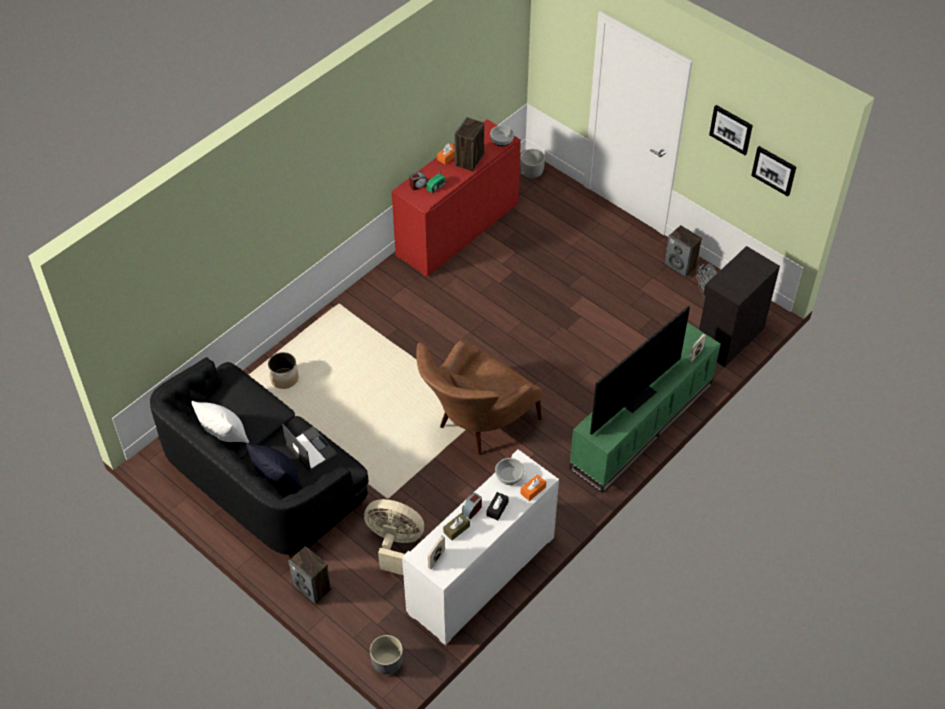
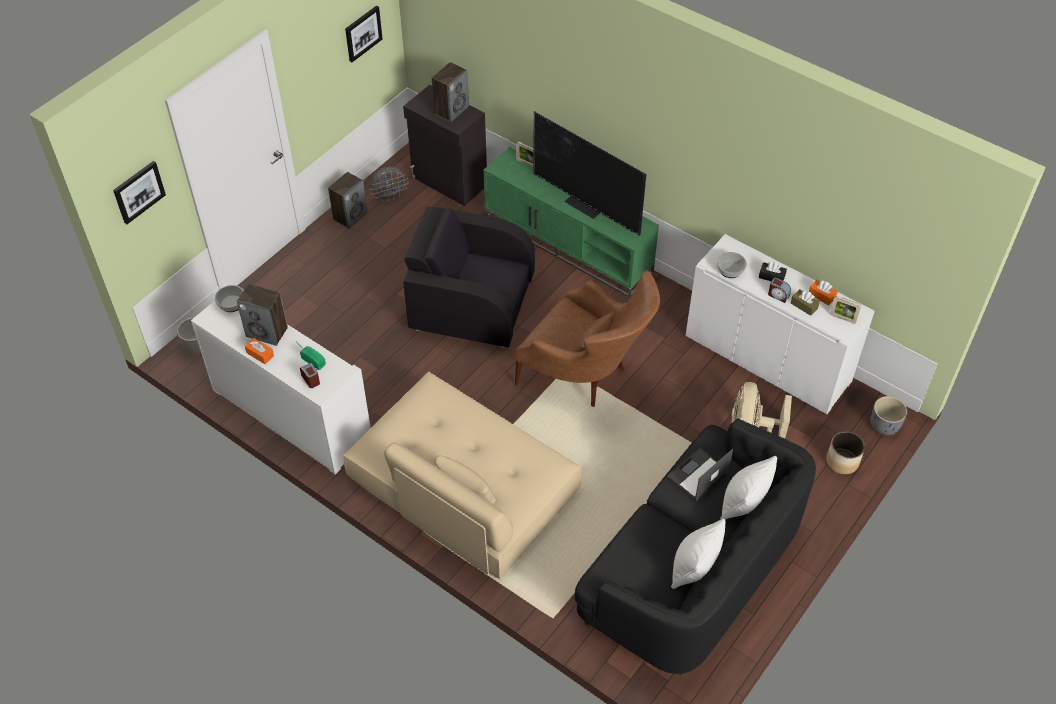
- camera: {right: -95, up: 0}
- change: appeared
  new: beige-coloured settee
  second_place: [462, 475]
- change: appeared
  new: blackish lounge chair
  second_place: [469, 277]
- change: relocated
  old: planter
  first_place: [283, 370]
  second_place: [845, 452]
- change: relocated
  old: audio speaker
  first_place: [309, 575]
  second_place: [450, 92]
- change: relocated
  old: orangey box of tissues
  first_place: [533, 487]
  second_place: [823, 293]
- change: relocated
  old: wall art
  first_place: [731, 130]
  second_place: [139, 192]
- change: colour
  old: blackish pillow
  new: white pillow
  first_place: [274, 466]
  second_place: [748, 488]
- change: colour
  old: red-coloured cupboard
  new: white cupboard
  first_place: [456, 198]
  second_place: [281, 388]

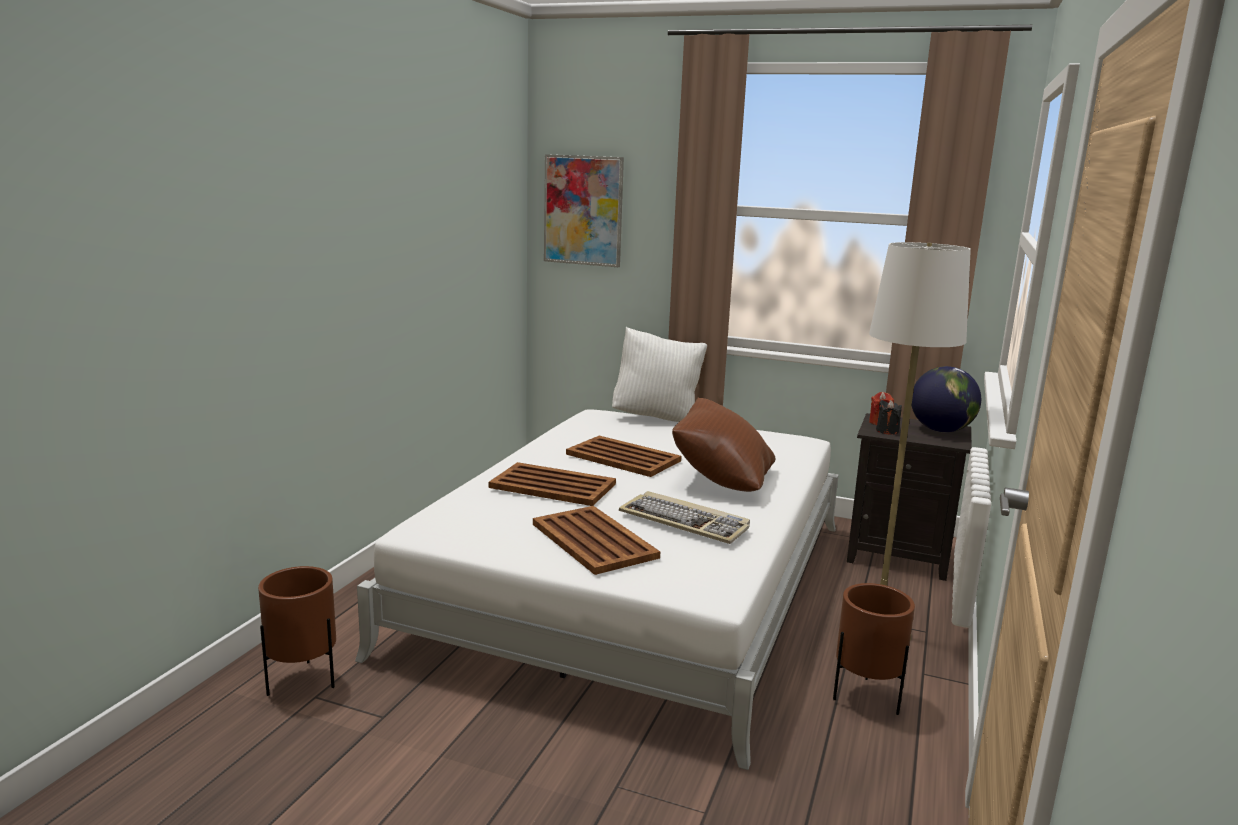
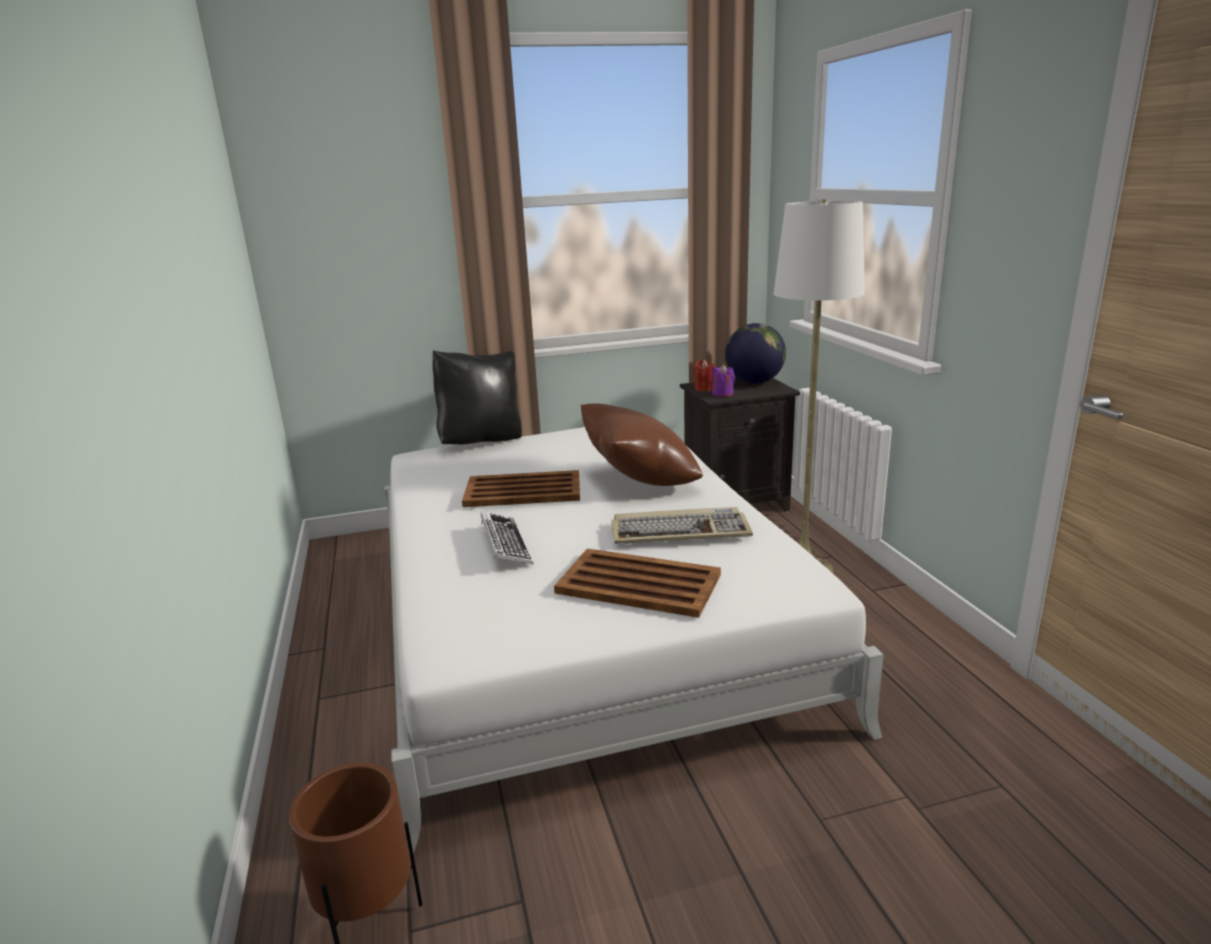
- camera: {right: -35, up: 5}
- change: missing
  old: wall art
  first_place: [584, 210]
- change: missing
  old: brown-coloured planter
  first_place: [874, 649]
- change: exchanged
  old: brown-coloured tray
  new: PC keyboard
  first_place: [552, 484]
  second_place: [507, 538]
- change: colour
  old: white pillow
  new: blackish pillow
  first_place: [659, 374]
  second_place: [477, 397]
- change: colour
  old: blackish wax candle
  new: purple wax candle
  first_place: [889, 417]
  second_place: [723, 380]

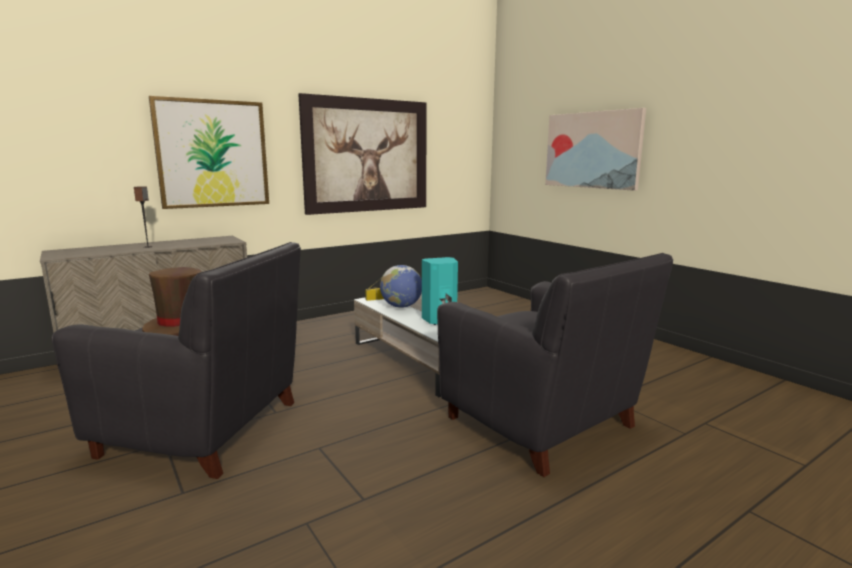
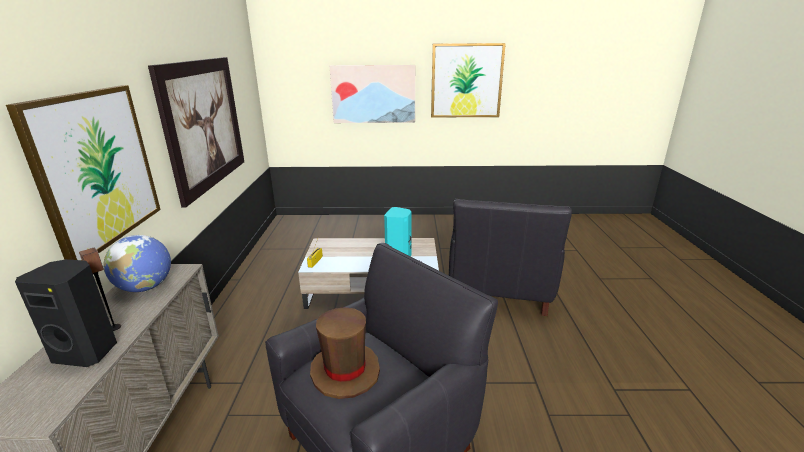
- camera: {right: -55, up: 10}
- change: appeared
  new: blackish audio speaker
  second_place: [66, 313]
- change: appeared
  new: wall art
  second_place: [468, 80]
- change: relocated
  old: globe
  first_place: [401, 286]
  second_place: [137, 263]
- change: spun
  old: blackish lounge chair
  first_place: [555, 365]
  second_place: [510, 257]
  degrees: 105

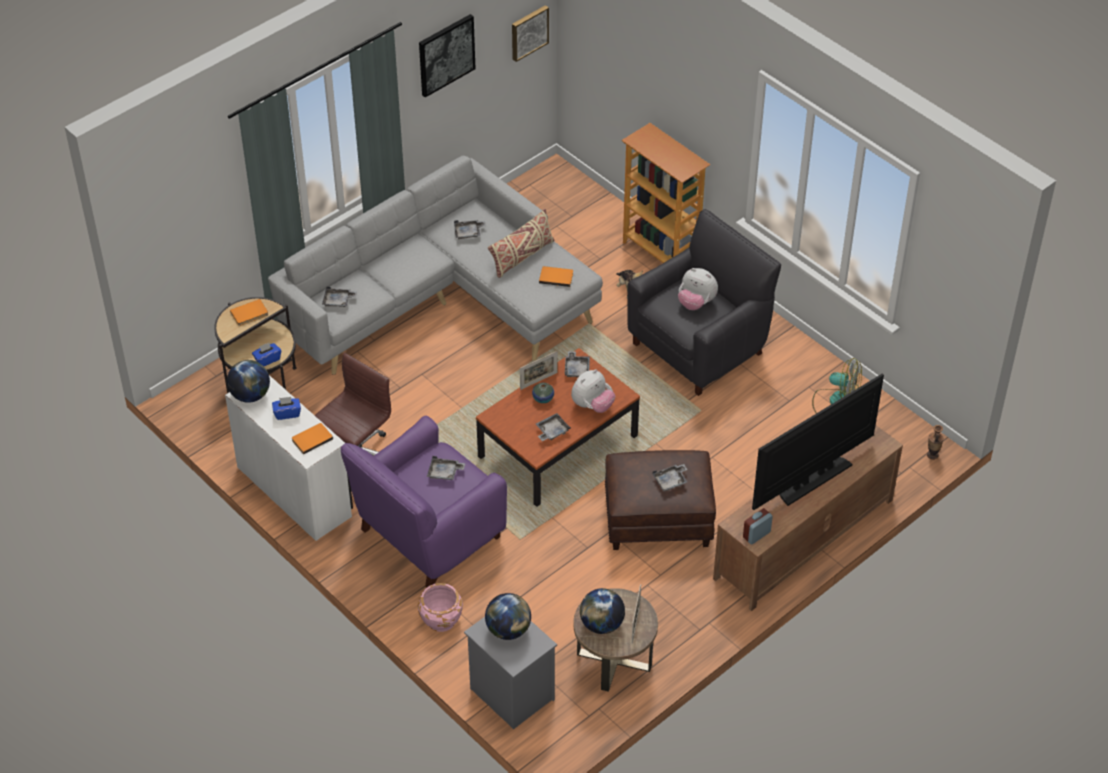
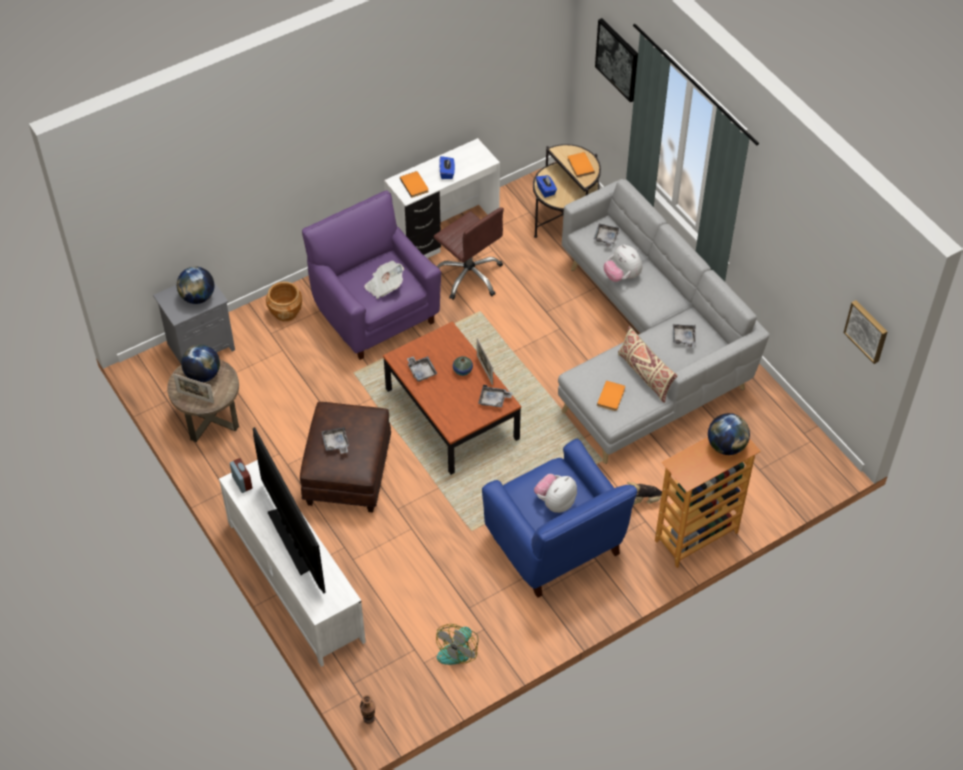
- camera: {right: 100, up: 5}
- change: relocated
  old: globe
  first_place: [248, 381]
  second_place: [729, 434]
- change: relocated
  old: wall art
  first_place: [447, 56]
  second_place: [616, 60]
- change: relocated
  old: plush toy
  first_place: [593, 391]
  second_place: [623, 263]
- change: exchanged
  old: gray tray
  new: daily paper
  first_place: [446, 468]
  second_place: [384, 280]
- change: colour
  old: pinkish planter
  new: brown-coloured planter
  first_place: [440, 607]
  second_place: [284, 302]
- change: colour
  old: blackish lounge chair
  new: blue lounge chair
  first_place: [704, 302]
  second_place: [559, 518]
- change: colour
  old: brown-coloured media console
  new: white media console
  first_place: [808, 518]
  second_place: [292, 563]

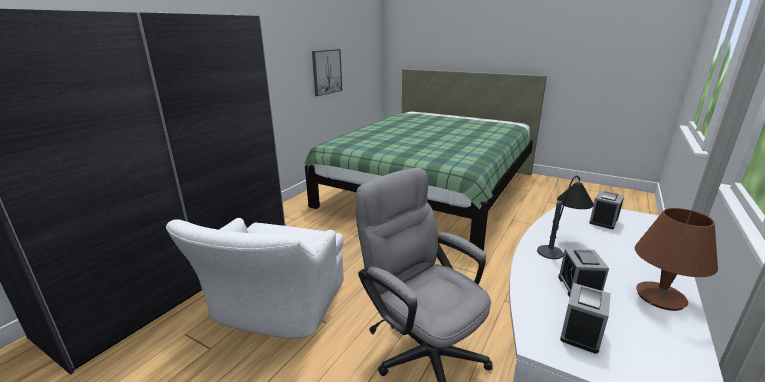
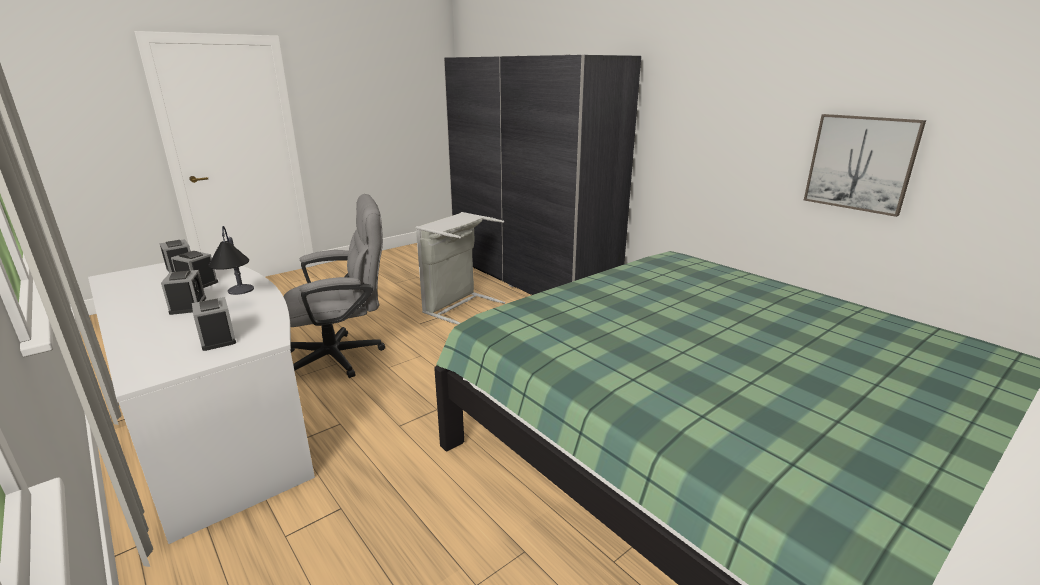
- camera: {right: 110, up: 0}
- change: missing
  old: brown-coloured lamp for a table
  first_place: [676, 259]
- change: appeared
  new: bedside clock
  second_place: [183, 292]
- change: exchanged
  old: white lounge chair
  new: gray washing basket
  first_place: [255, 278]
  second_place: [460, 268]

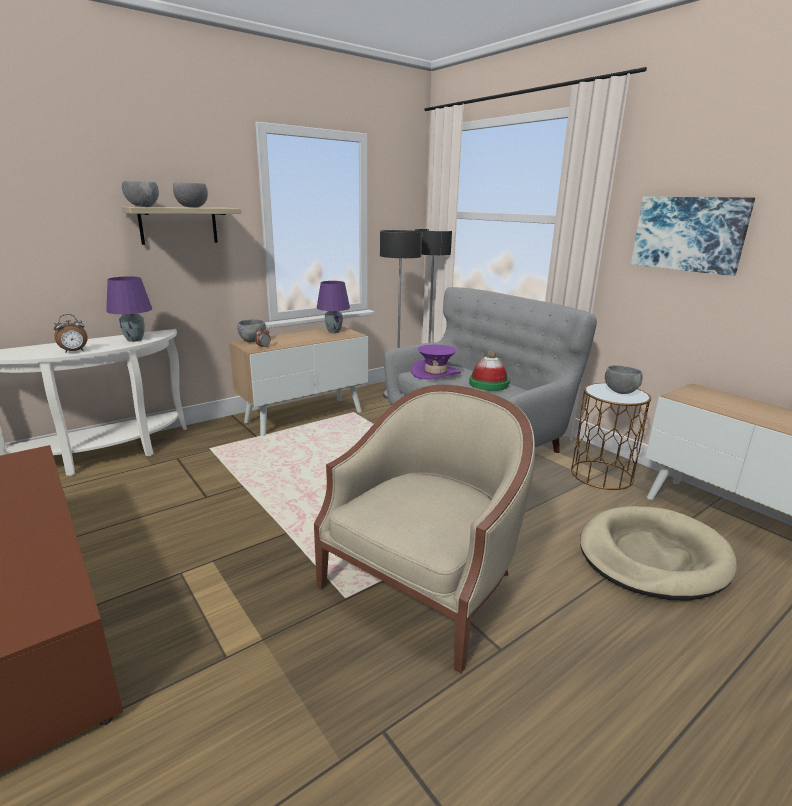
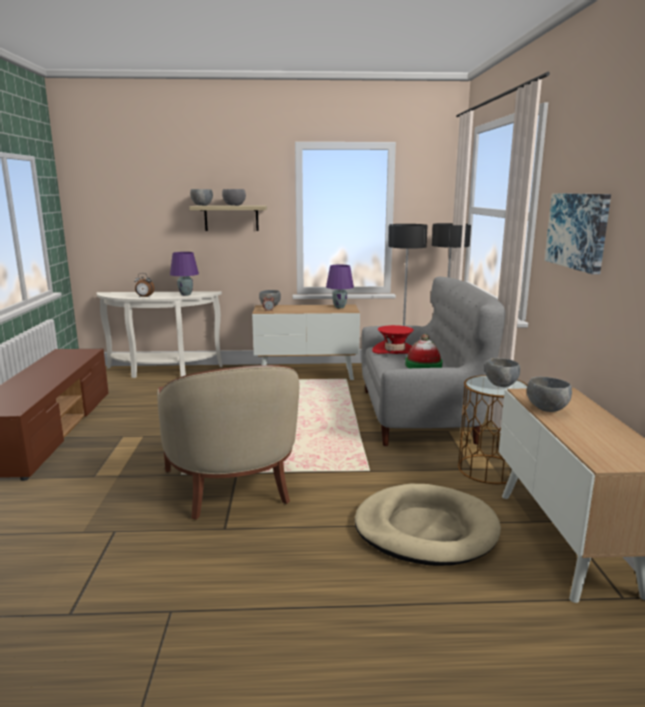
- camera: {right: 35, up: -5}
- change: appeared
  new: gray deep dish
  second_place: [549, 394]
- change: colour
  old: purple clothing hat
  new: red-coloured clothing hat
  first_place: [436, 362]
  second_place: [393, 339]
- change: spun
  old: beige-coloured lounge chair
  first_place: [424, 529]
  second_place: [228, 442]
  degrees: 90

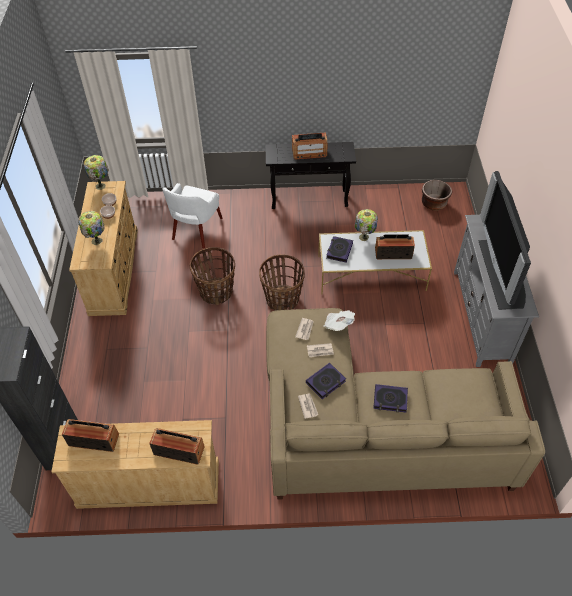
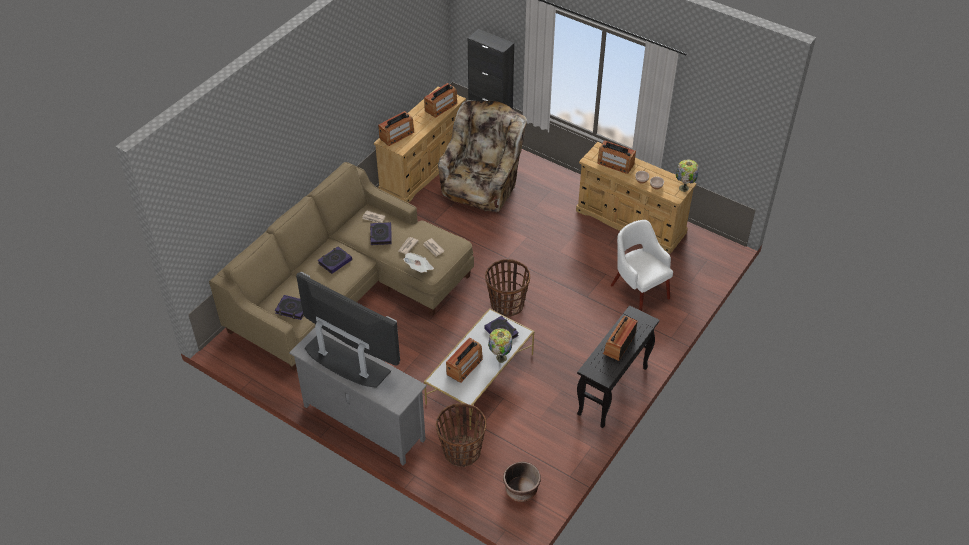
- camera: {right: 125, up: -5}
- change: appeared
  new: bound book
  second_place: [289, 307]
- change: appeared
  new: beige-coloured lounge chair
  second_place: [482, 156]
- change: relocated
  old: basket
  first_place: [212, 276]
  second_place: [461, 435]
- change: exchanged
  old: lamp for a table
  new: radio
  first_place: [91, 228]
  second_place: [616, 157]

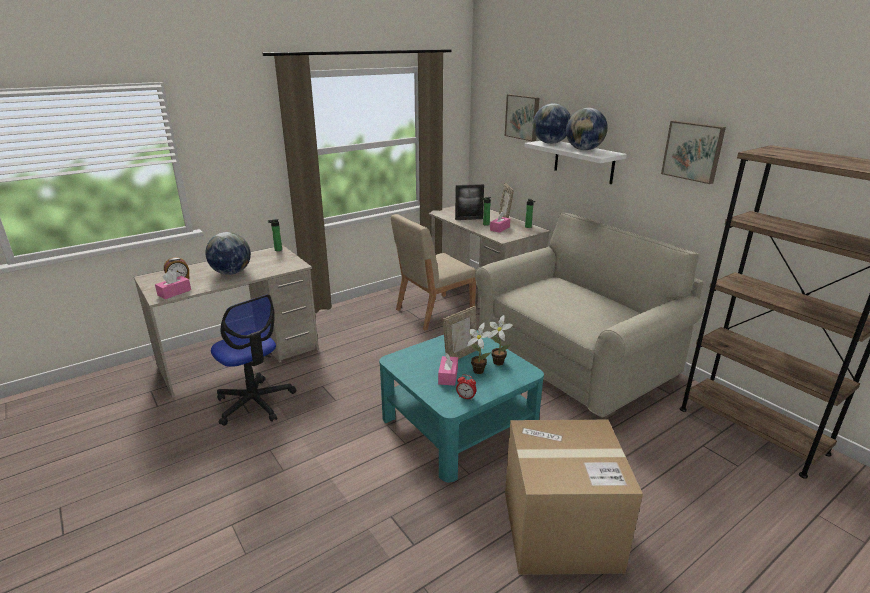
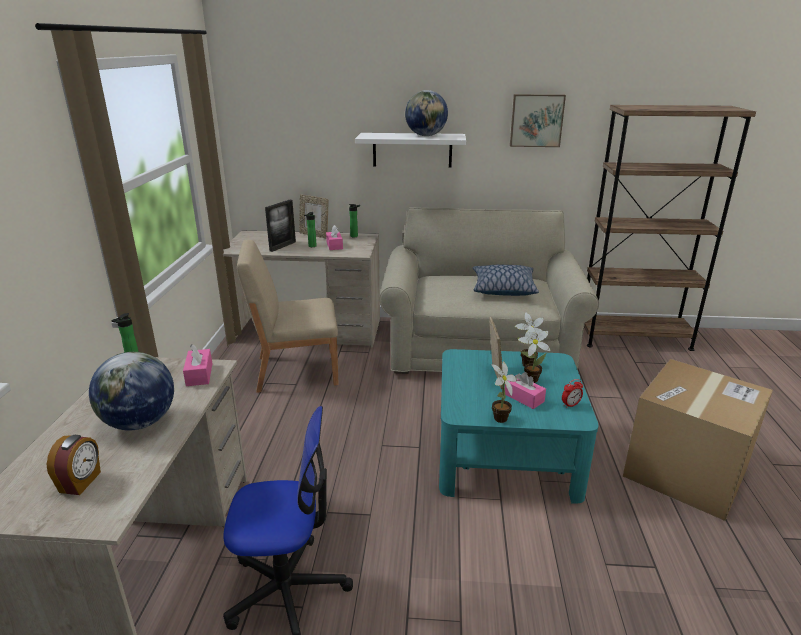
- camera: {right: -50, up: 0}
- change: missing
  old: wall art
  first_place: [522, 118]
- change: missing
  old: globe
  first_place: [552, 123]
- change: appeared
  new: pillow
  second_place: [506, 280]
- change: appeared
  new: potted plant
  second_place: [504, 392]
- change: relocated
  old: pinkish box of tissues
  first_place: [173, 284]
  second_place: [198, 365]
- change: spun
  old: beige-coloured upright chair
  first_place: [433, 272]
  second_place: [288, 316]
  degrees: 75

